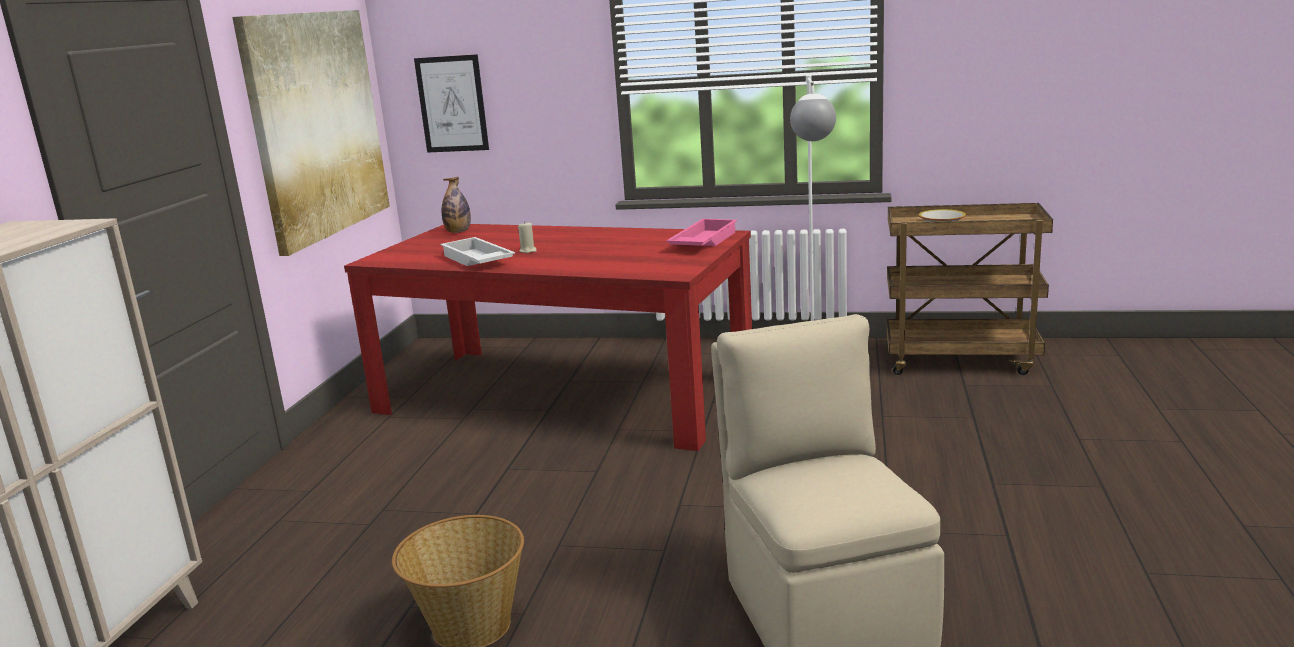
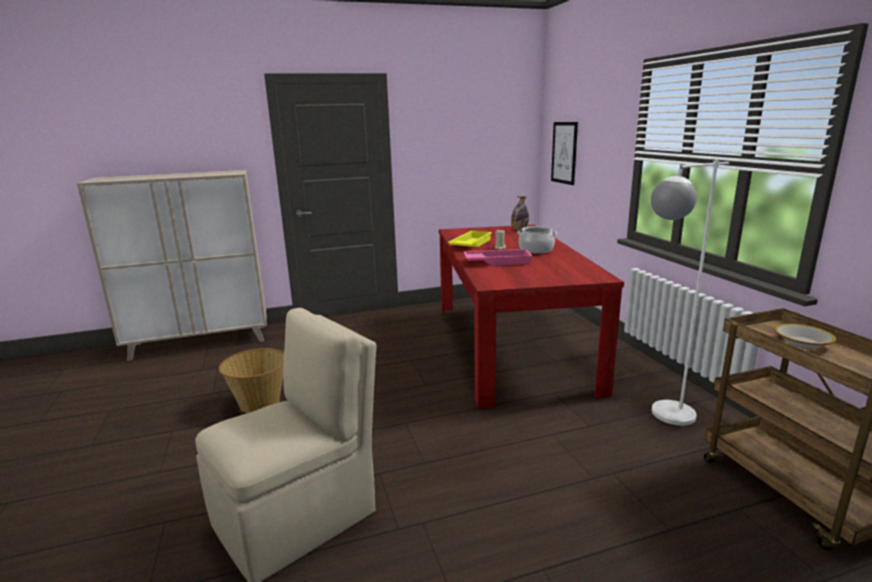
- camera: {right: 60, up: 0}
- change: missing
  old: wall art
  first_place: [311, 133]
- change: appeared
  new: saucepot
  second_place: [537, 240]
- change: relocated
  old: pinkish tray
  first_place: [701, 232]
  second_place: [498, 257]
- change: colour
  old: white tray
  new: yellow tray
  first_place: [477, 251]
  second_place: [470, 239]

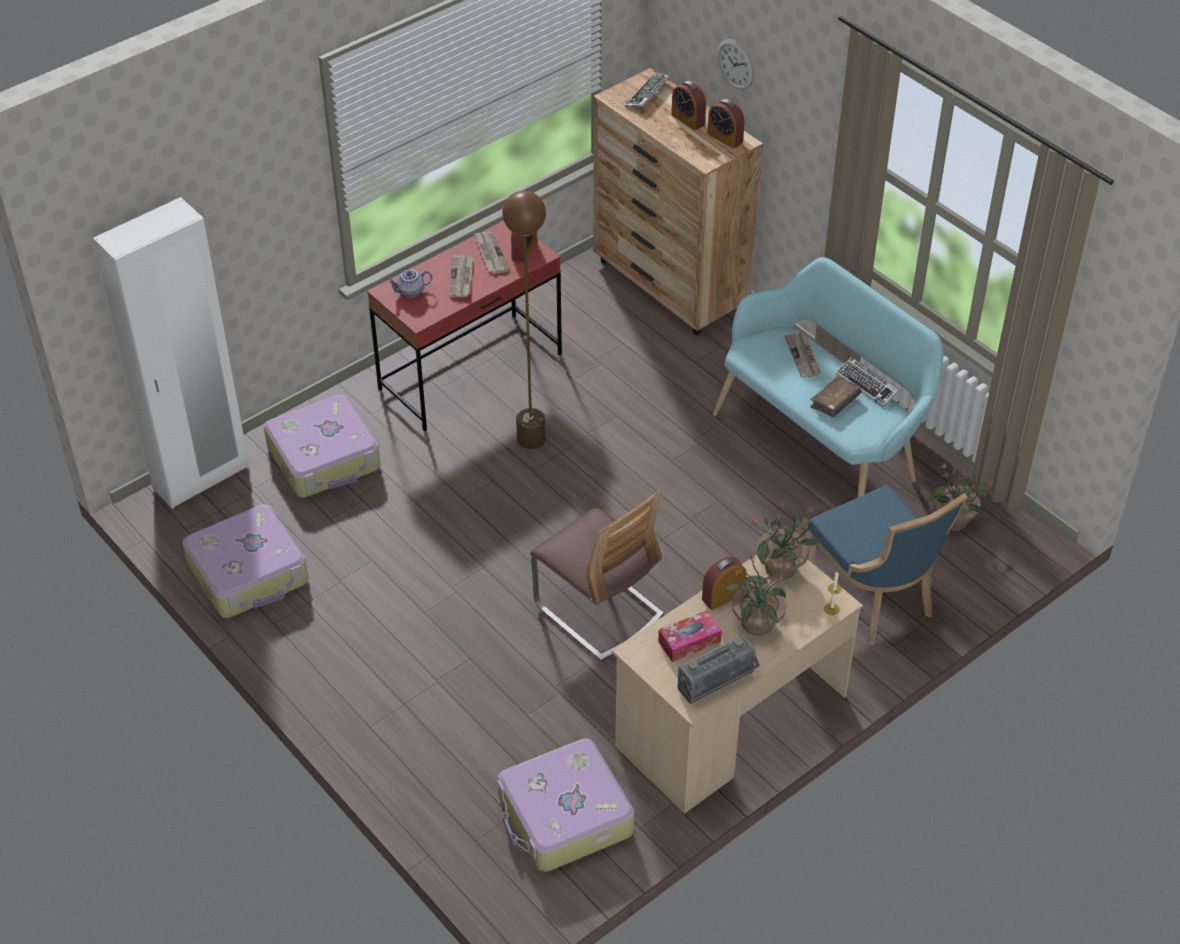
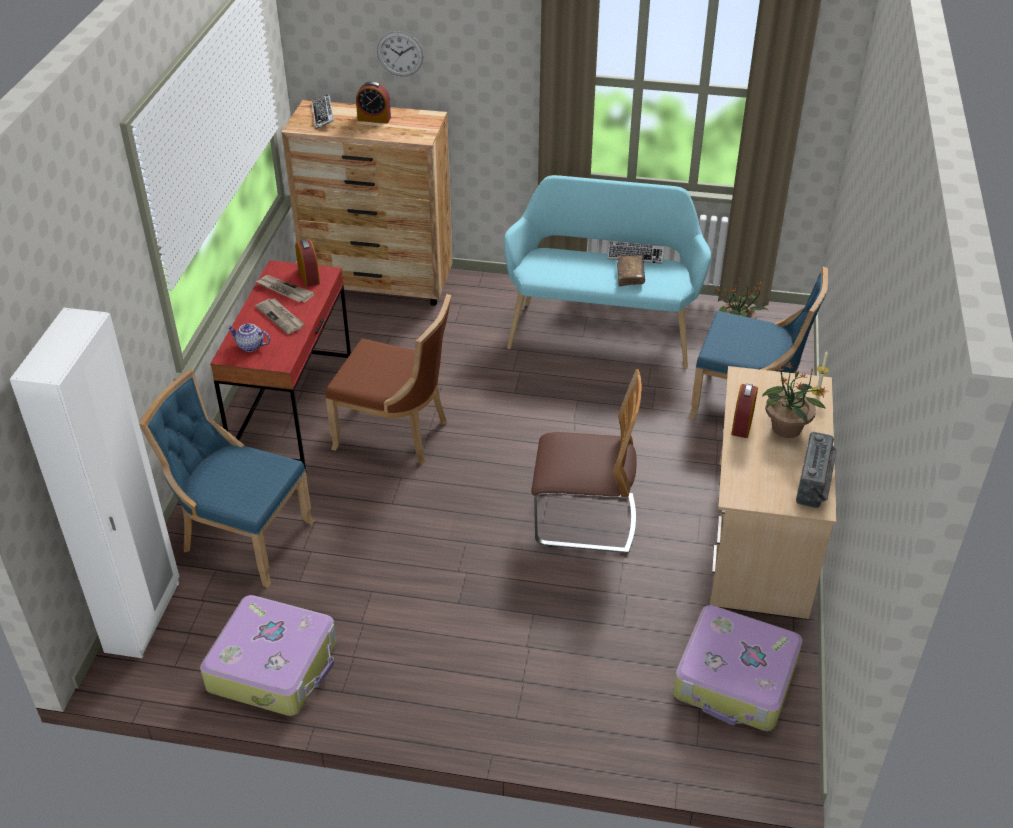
- camera: {right: -40, up: -5}
- change: missing
  old: box of tissues
  first_place: [690, 636]
- change: missing
  old: bedside clock
  first_place: [726, 124]
- change: missing
  old: potted plant
  first_place: [787, 541]
- change: missing
  old: daily paper
  first_place: [802, 355]
- change: exchanged
  old: travel case
  new: blue upright chair
  first_place: [322, 446]
  second_place: [226, 479]
- change: exchanged
  old: brown-coloured standing lamp
  new: brown-coloured upright chair
  first_place: [524, 320]
  second_place: [388, 379]
- change: spun
  old: pot for tea
  first_place: [409, 284]
  second_place: [248, 338]
  degrees: 75

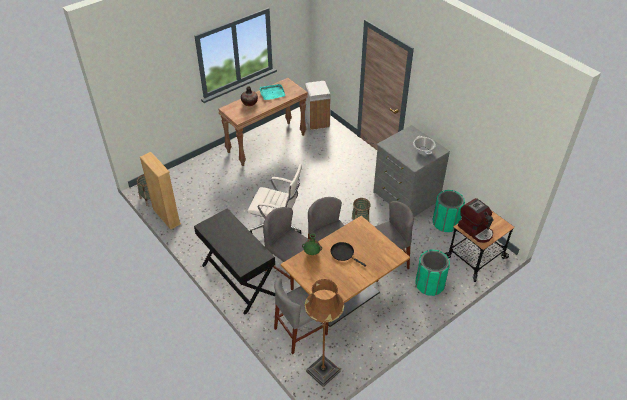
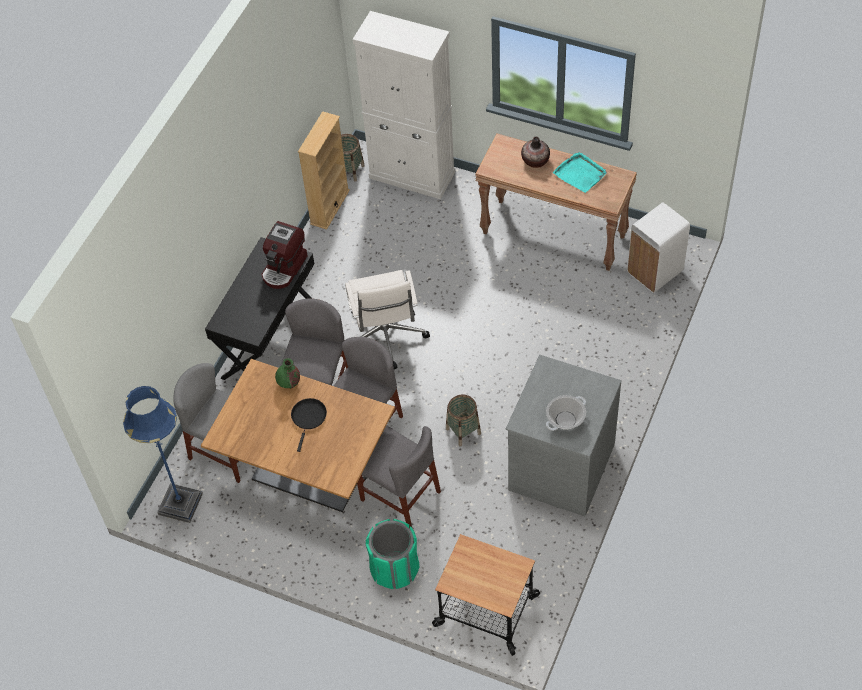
- camera: {right: 65, up: 10}
- change: missing
  old: greenish rubbish bin
  first_place: [449, 211]
- change: appeared
  new: white cupboard
  second_place: [404, 105]
- change: relocated
  old: coffee brewer
  first_place: [475, 220]
  second_place: [284, 255]
- change: colour
  old: brown-coloured standing lamp
  new: blue standing lamp
  first_place: [324, 333]
  second_place: [163, 454]

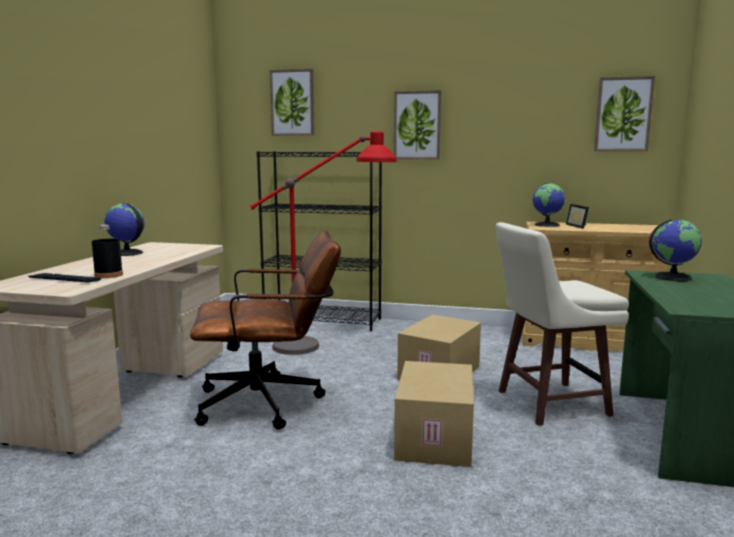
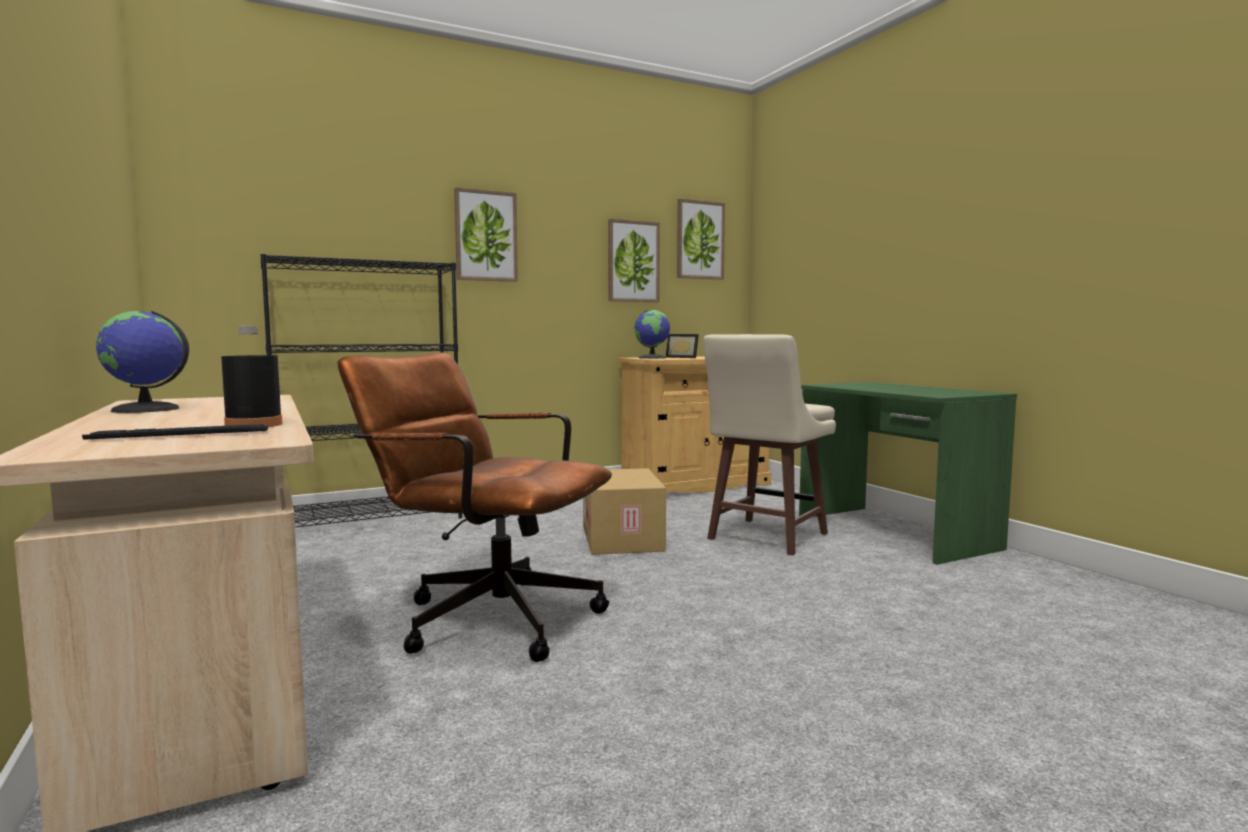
- camera: {right: -40, up: -5}
- change: missing
  old: red-coloured standing lamp
  first_place: [323, 243]
- change: missing
  old: packing box
  first_place: [434, 414]
- change: missing
  old: globe
  first_place: [675, 250]
- change: relocated
  old: wall art
  first_place: [292, 102]
  second_place: [634, 260]
- change: spun
  old: brown-coloured office chair
  first_place: [265, 330]
  second_place: [475, 507]
  degrees: -105

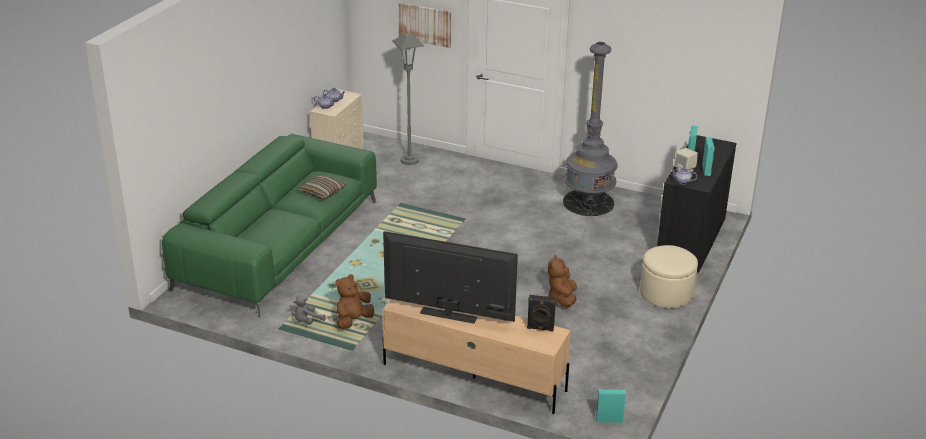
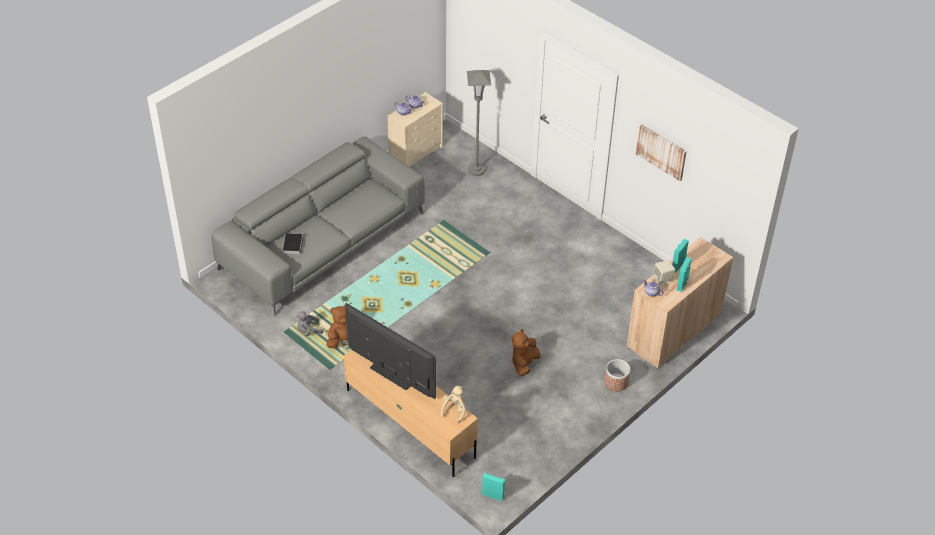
- camera: {right: 20, up: 15}
- change: missing
  old: pillow
  first_place: [322, 187]
- change: missing
  old: gray standing lamp
  first_place: [590, 129]
- change: appeared
  new: bound book
  second_place: [293, 243]
- change: relocated
  old: wall art
  first_place: [424, 25]
  second_place: [661, 152]
- change: exchanged
  old: blackish audio speaker
  new: beige-coloured plush toy
  first_place: [541, 313]
  second_place: [453, 404]
- change: exchanged
  old: beige-coloured ottoman
  new: planter
  first_place: [669, 276]
  second_place: [617, 375]
- change: colour
  old: greenish settee
  new: gray settee
  first_place: [269, 225]
  second_place: [318, 226]
- change: colour
  old: blackish cupboard
  new: beige-coloured cupboard
  first_place: [697, 204]
  second_place: [680, 303]

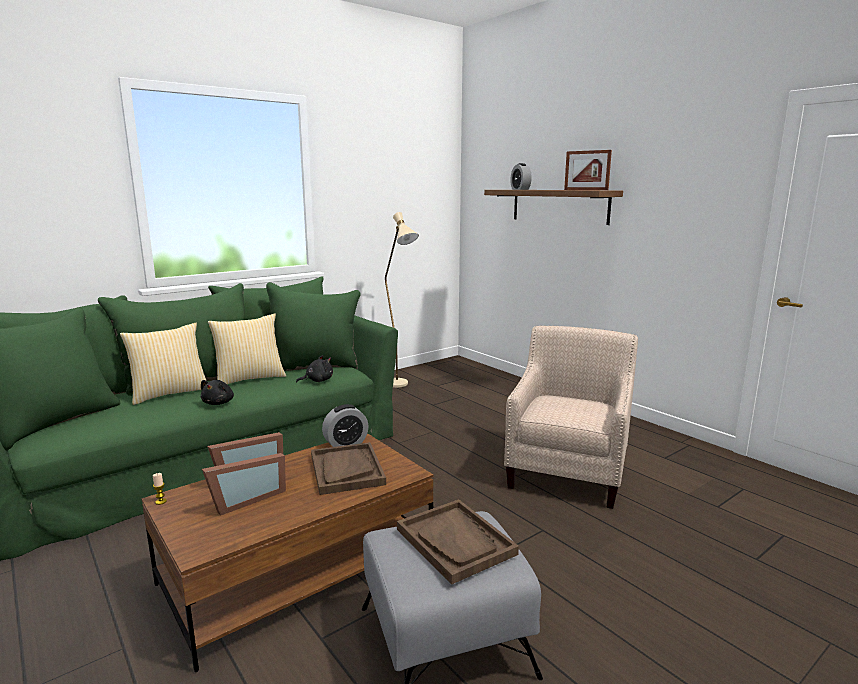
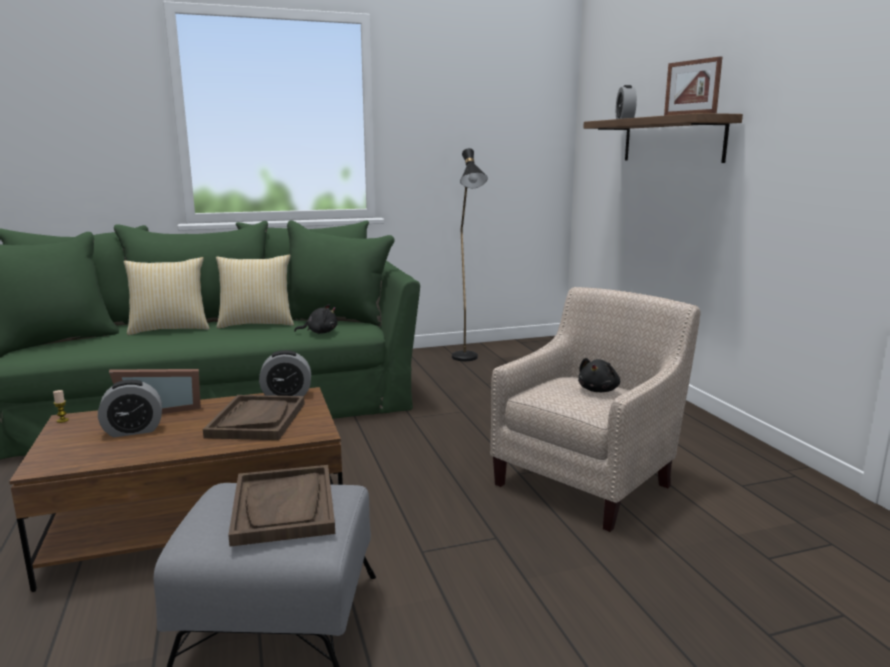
- camera: {right: 20, up: 0}
- change: relocated
  old: blackish plush toy
  first_place: [217, 392]
  second_place: [599, 375]
- change: exchanged
  old: photo frame
  new: bedside clock
  first_place: [244, 484]
  second_place: [130, 408]
- change: colour
  old: beige-coloured standing lamp
  new: blackish standing lamp
  first_place: [402, 300]
  second_place: [470, 254]

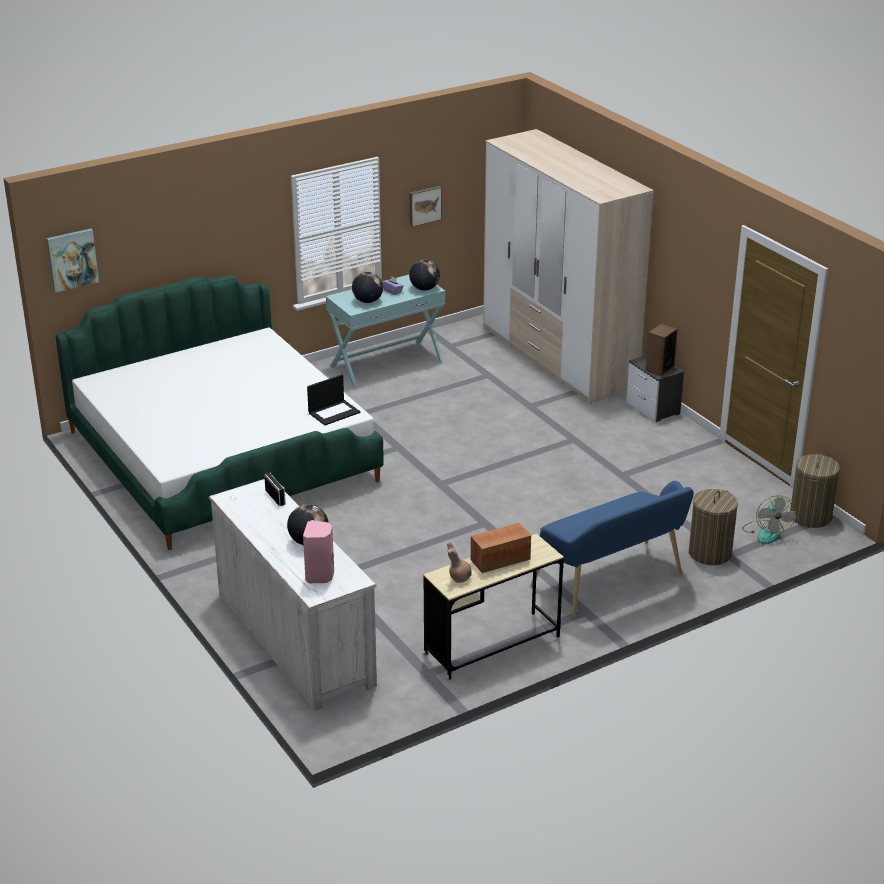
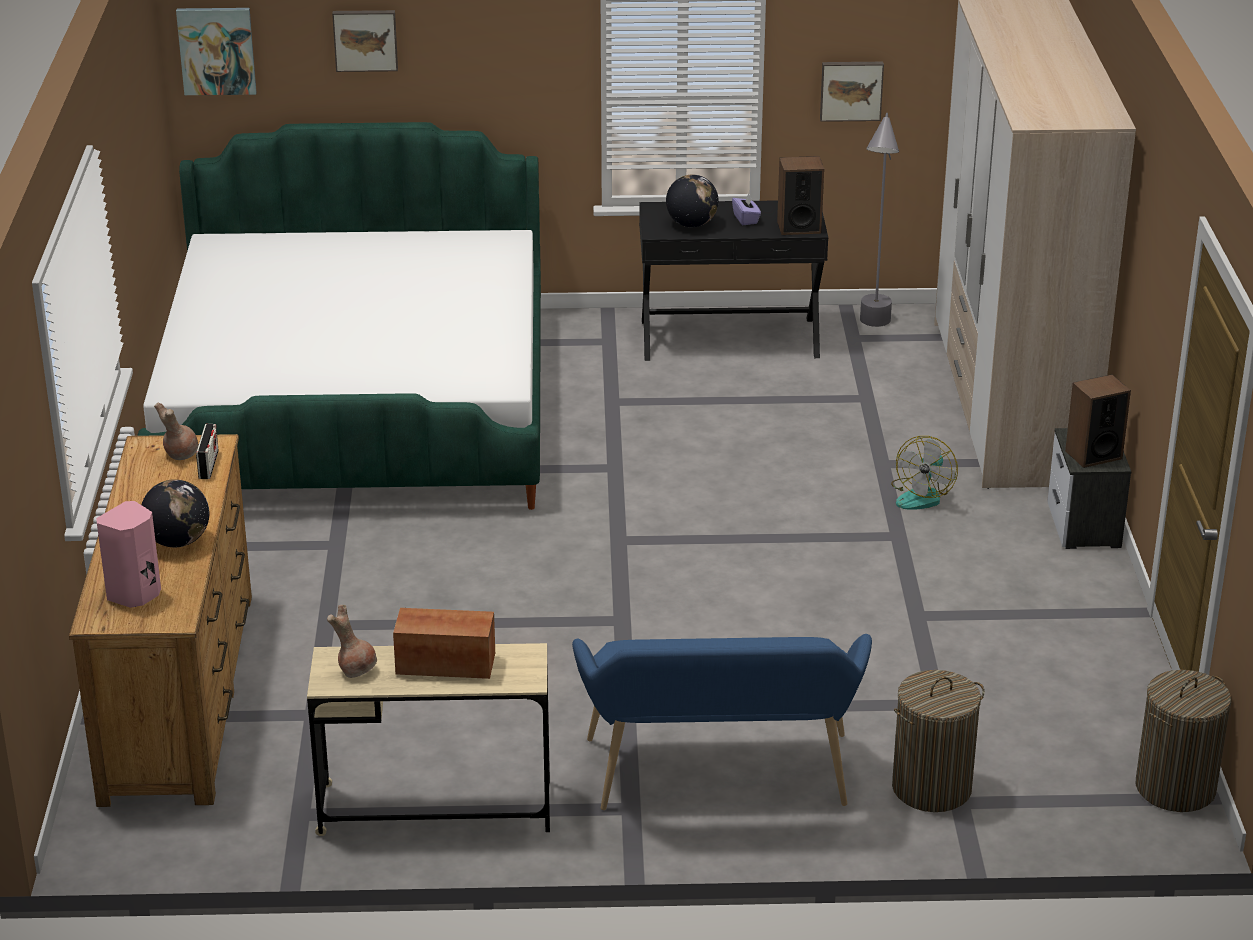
- camera: {right: 30, up: 0}
- change: missing
  old: laptop
  first_place: [333, 399]
- change: appeared
  new: brown-coloured vase
  second_place: [176, 431]
- change: appeared
  new: wall art
  second_place: [365, 41]
- change: appeared
  new: gray standing lamp
  second_place: [879, 220]
- change: relocated
  old: cooling fan
  first_place: [769, 519]
  second_place: [924, 473]
- change: exchanged
  old: globe
  new: audio speaker
  first_place: [424, 275]
  second_place: [800, 195]
- change: colour
  old: white chest of drawers
  new: brown-coloured chest of drawers
  first_place: [293, 594]
  second_place: [160, 620]
- change: colour
  old: turquoise console table
  new: blackish console table
  first_place: [385, 331]
  second_place: [733, 280]

